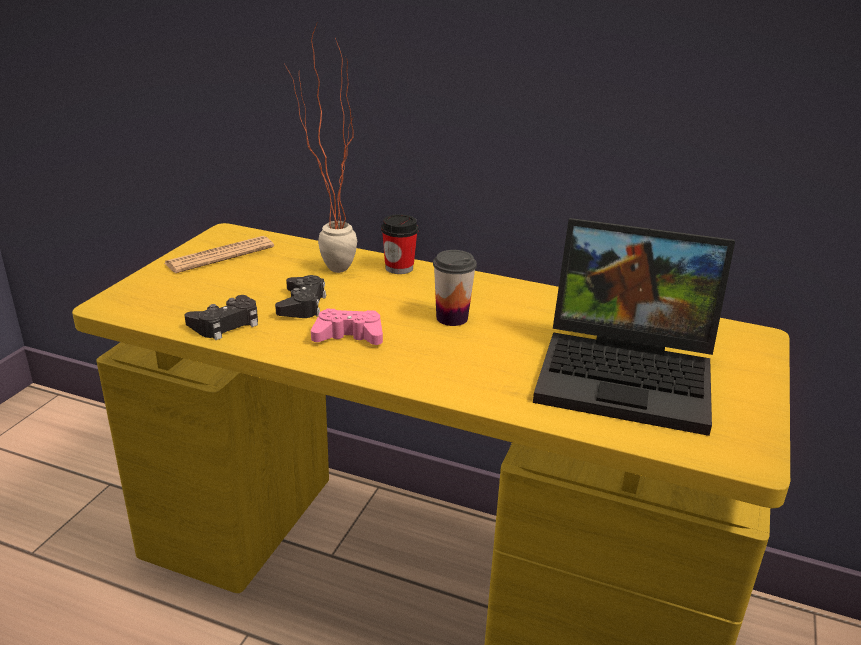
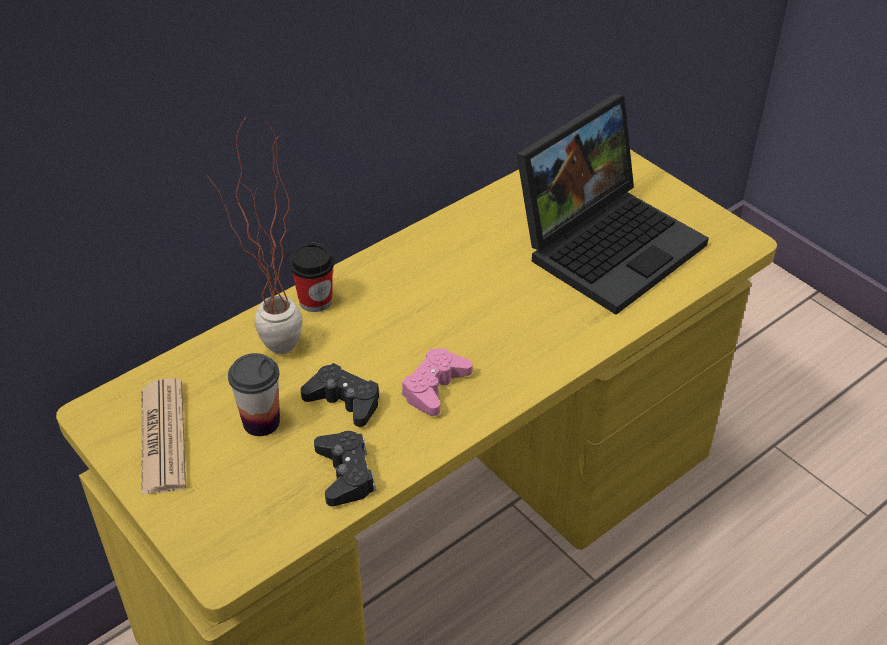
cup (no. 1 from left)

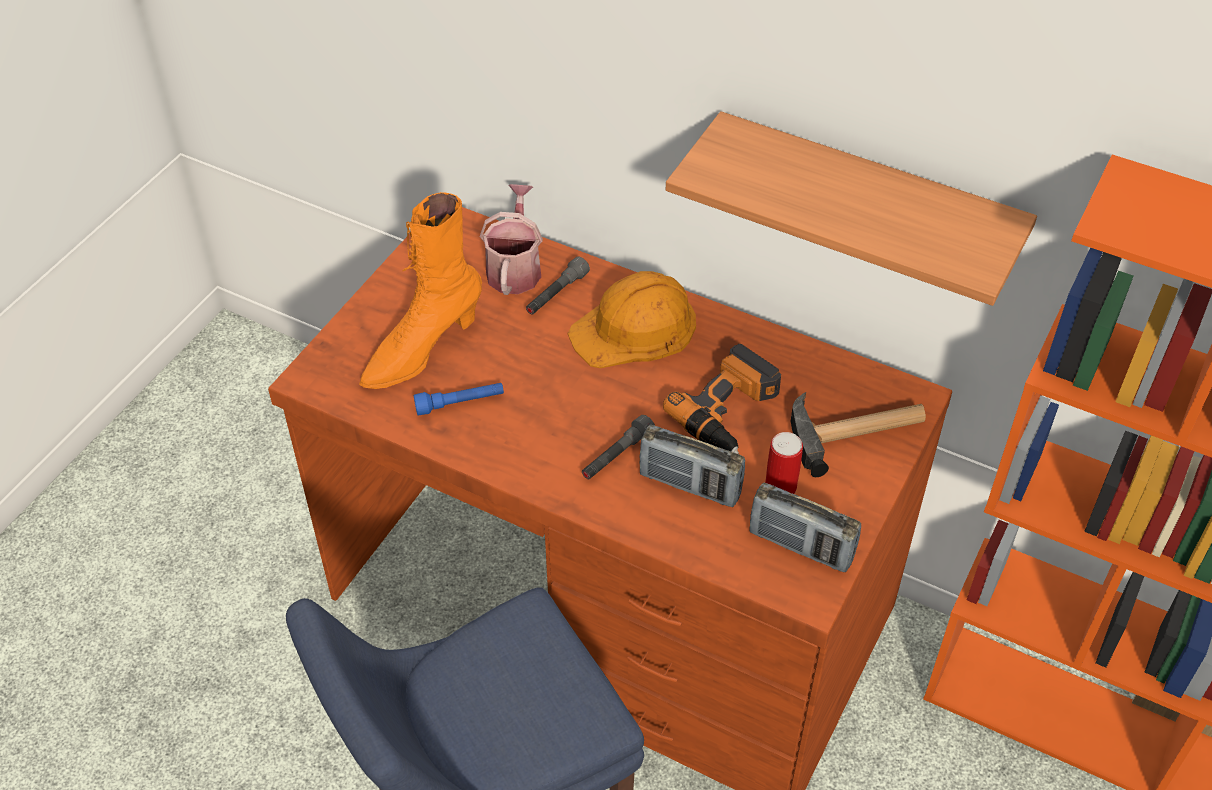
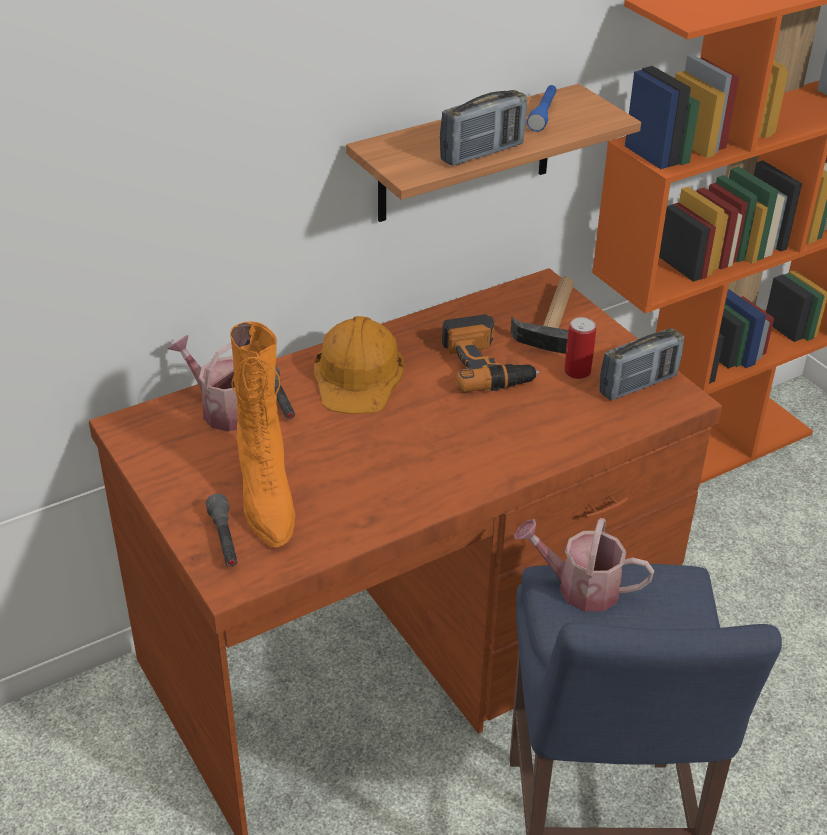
flashlight (blue)
flashlight (grey) (no. 1 from left)
radio (no. 1 from left)
watering can (no. 2 from left)

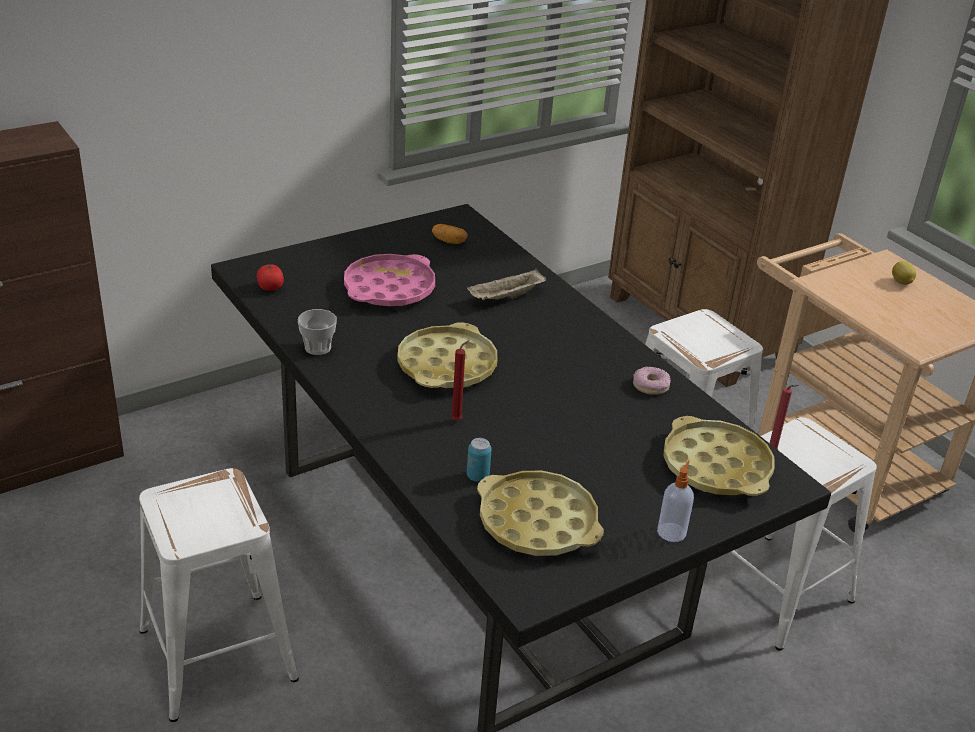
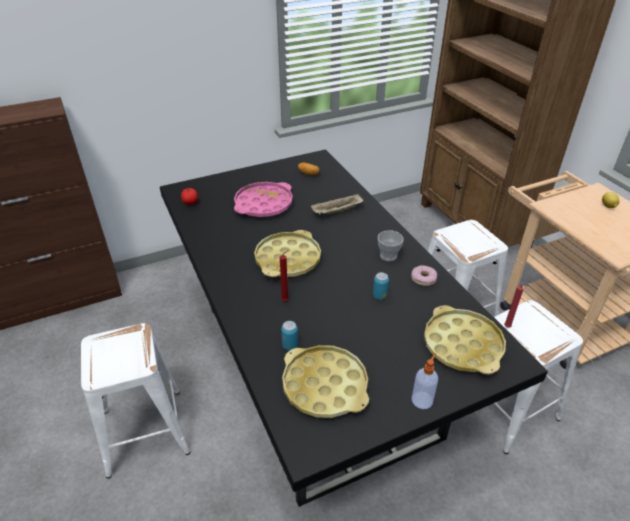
cup
can (no. 2 from left)

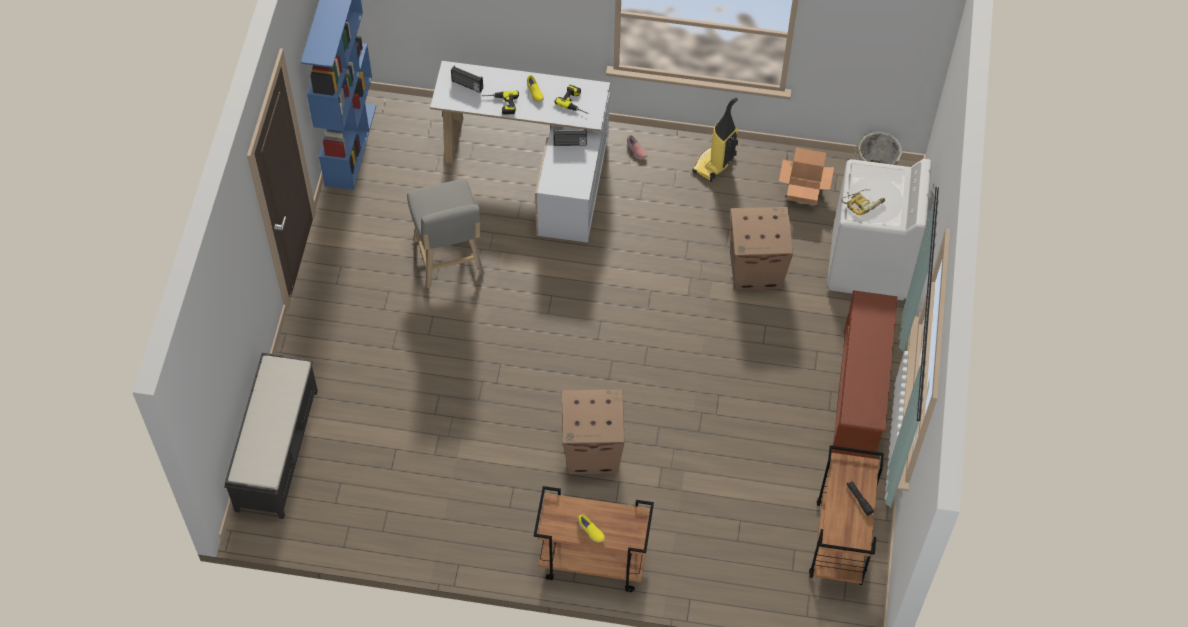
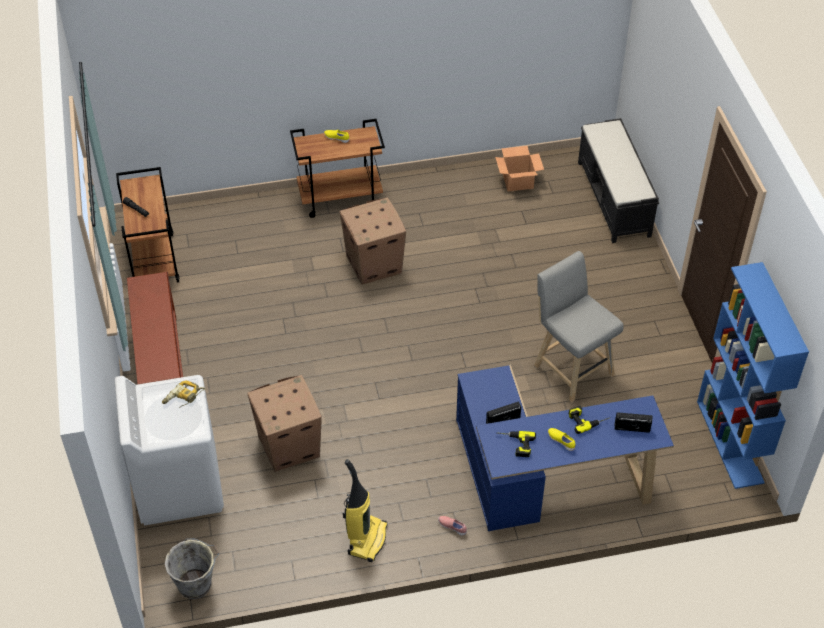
desk (blue)
cardboard box (no. 3 from left)

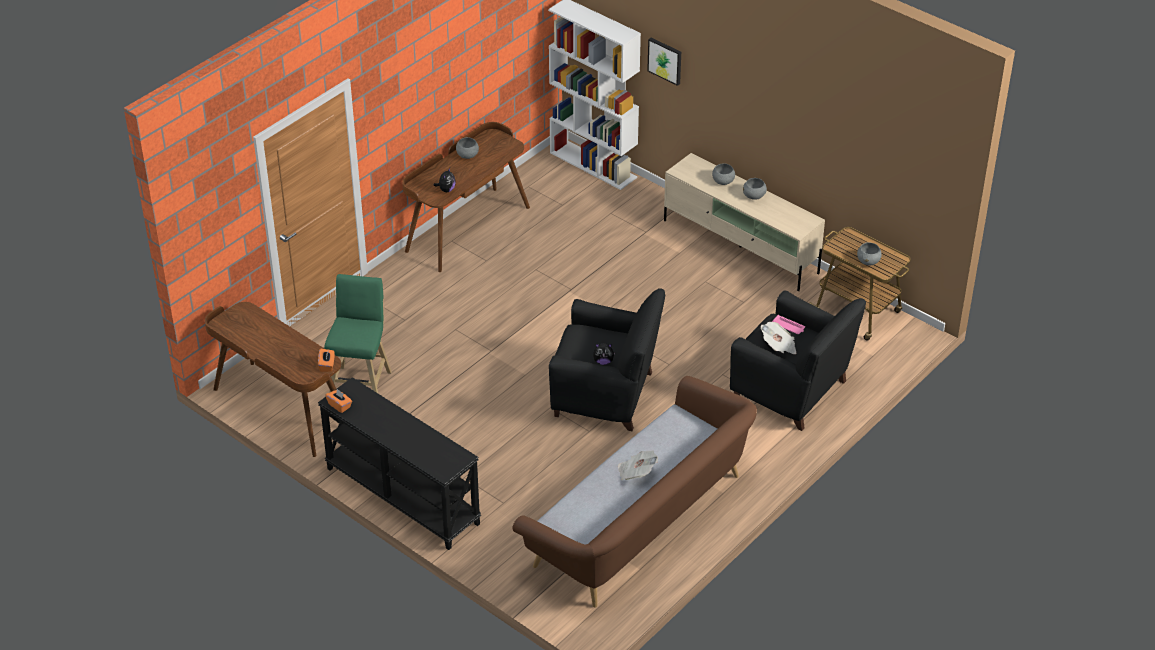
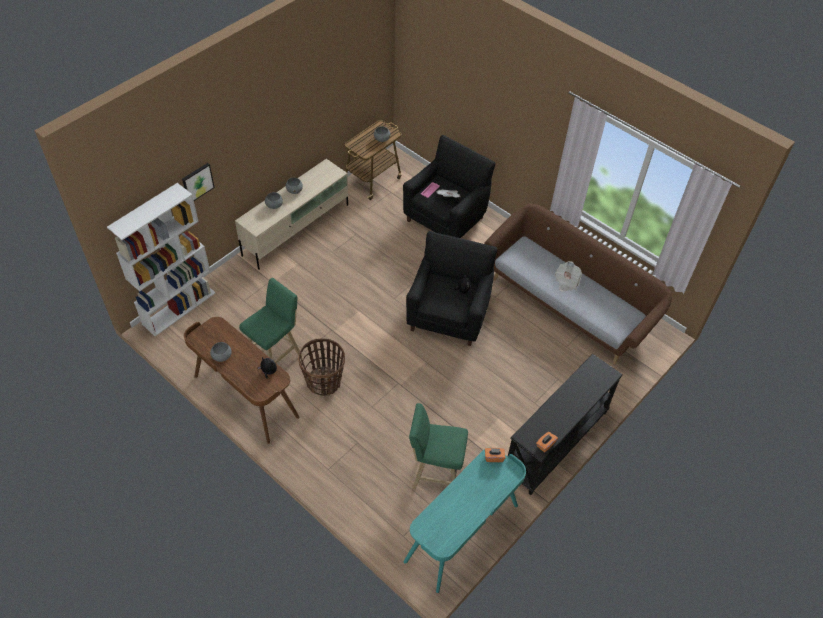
desk (turquoise)
stool (green) (no. 1 from left)
basket

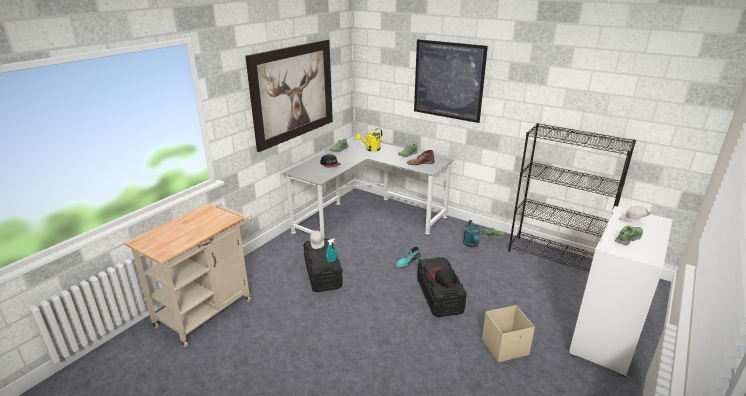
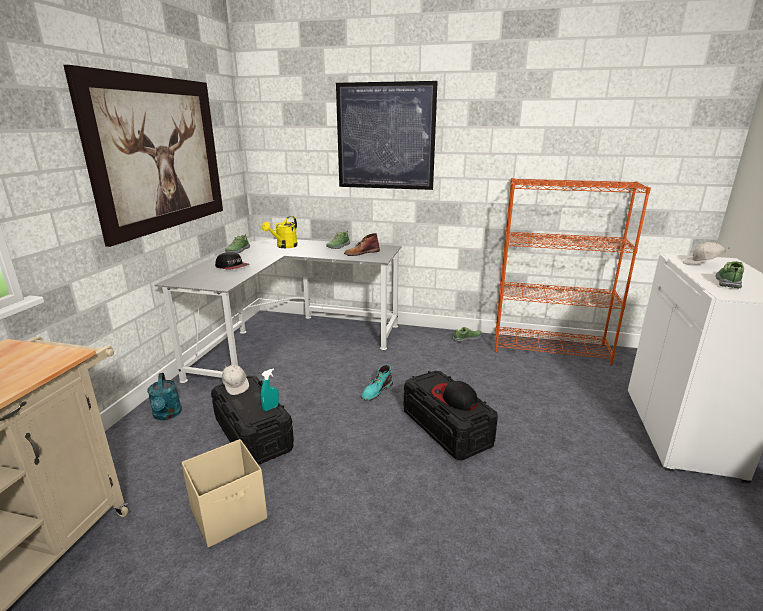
bookcase (orange)
watering can (turquoise)
storage box (beige)

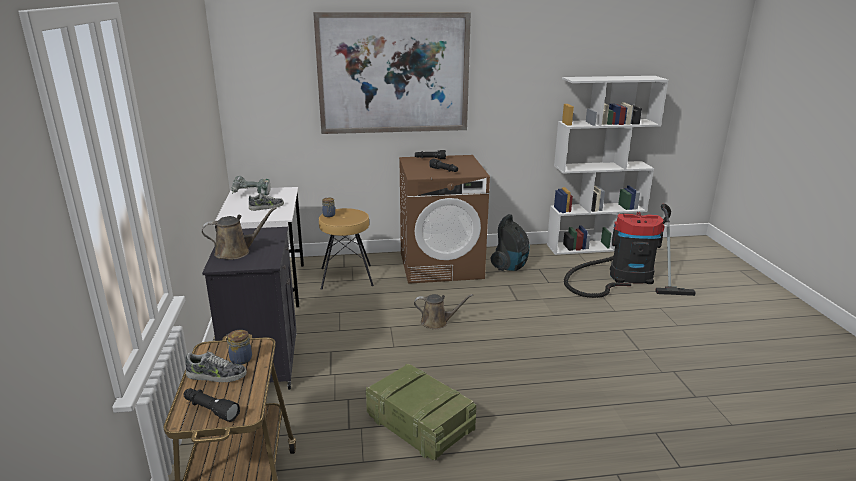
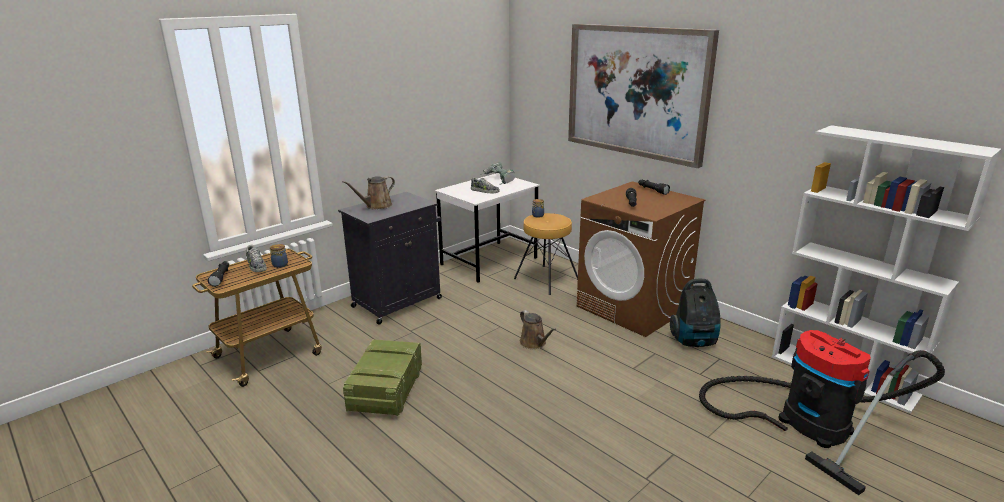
watering can (brown) (no. 1 from left)

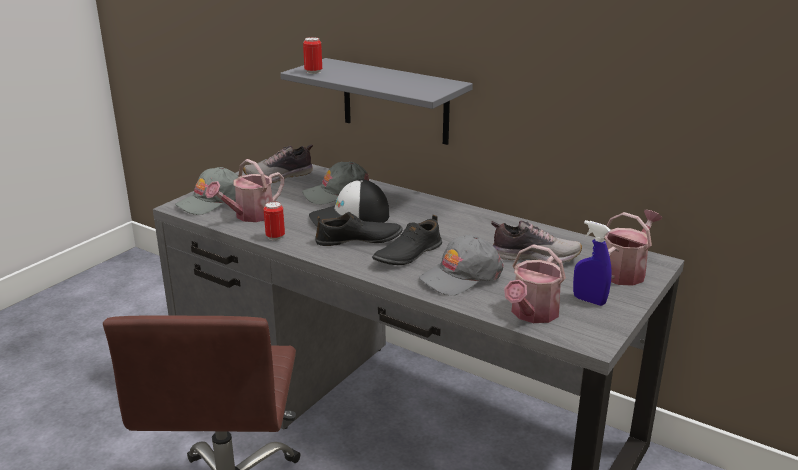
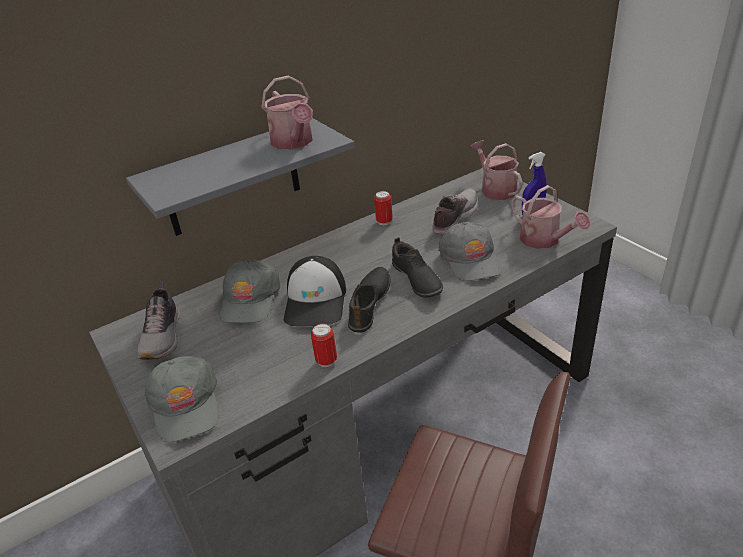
can (no. 2 from left)
watering can (no. 1 from left)

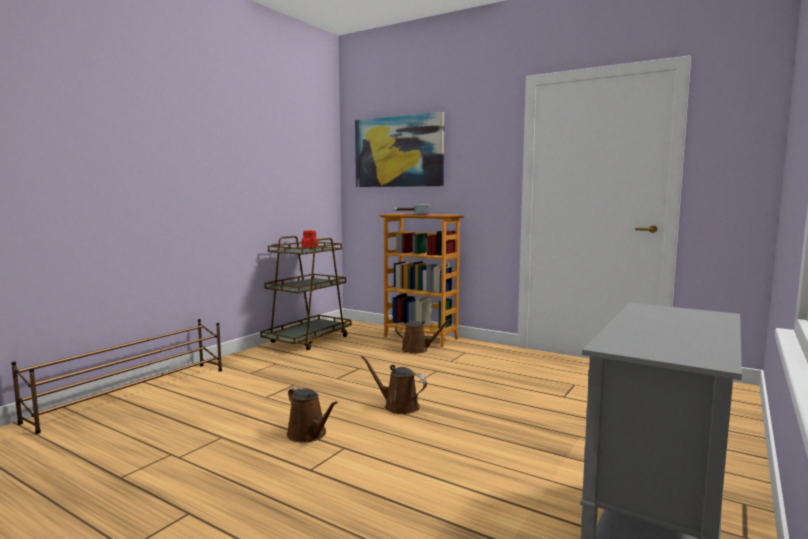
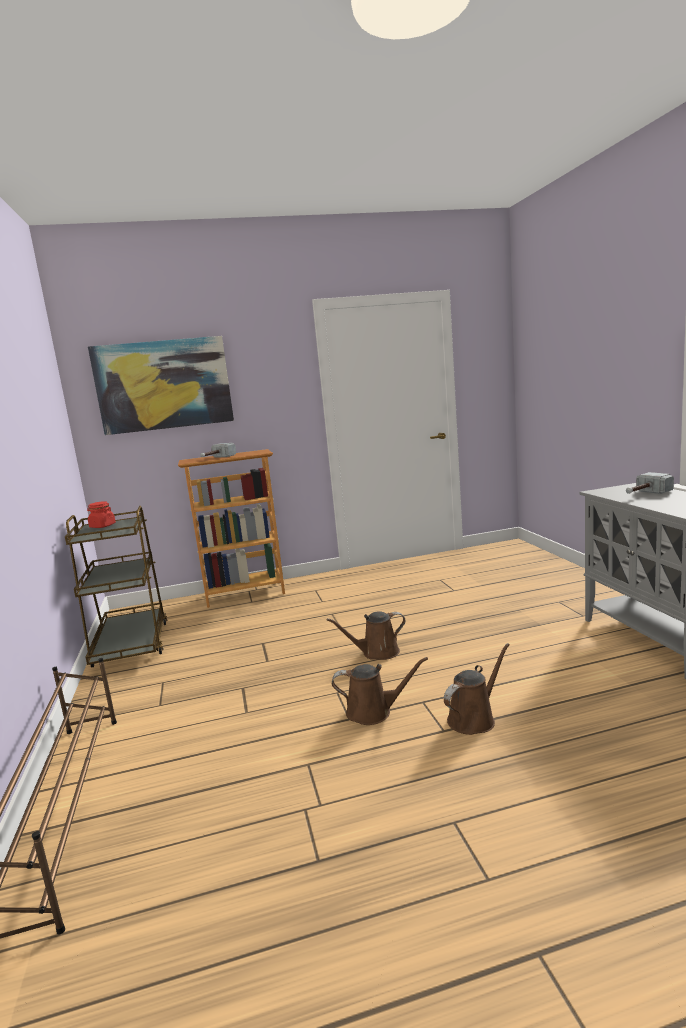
watering can (brown) (no. 3 from left)
hammer (no. 2 from left)

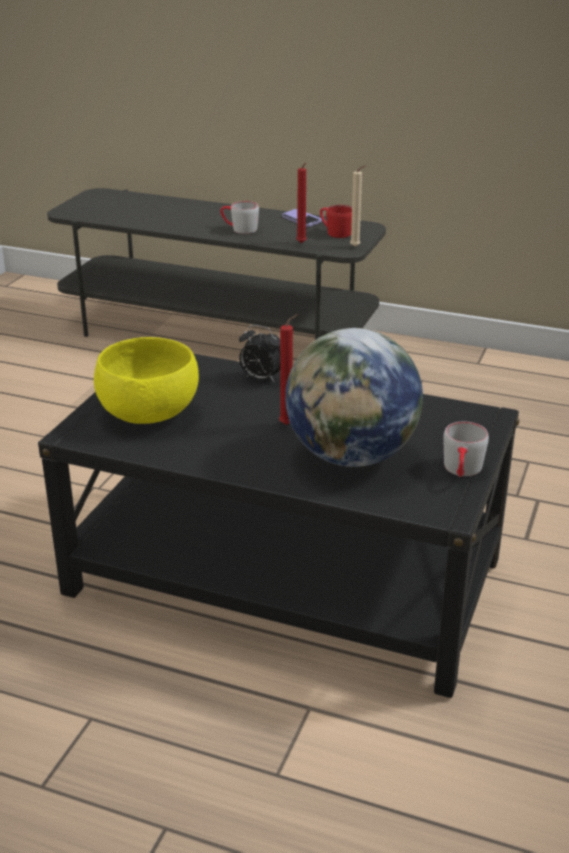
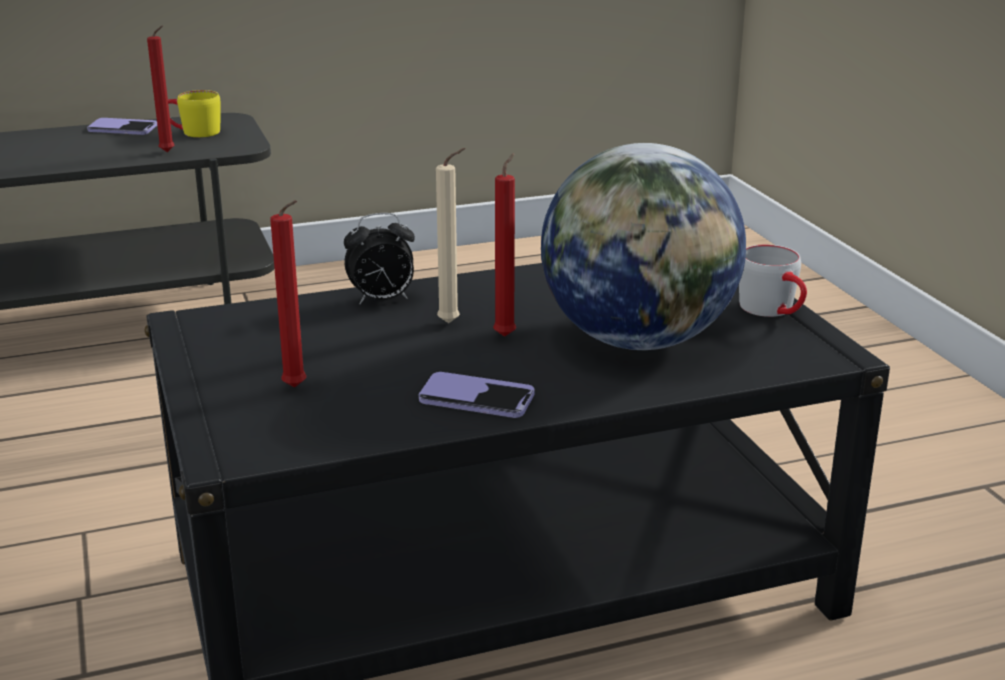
candle (beige)
mug (grey) (no. 1 from left in the first image)
mug (yellow)
candle (red) (no. 2 from left)
phone (no. 2 from left)

